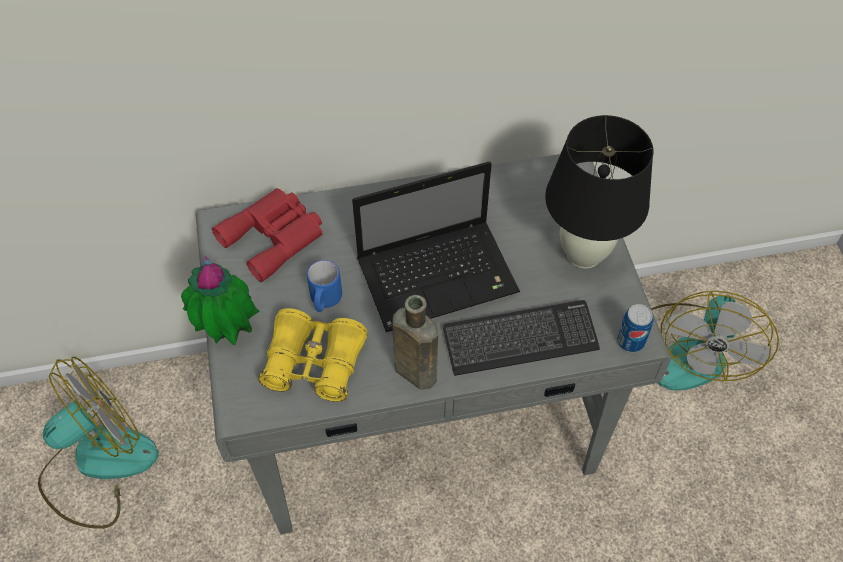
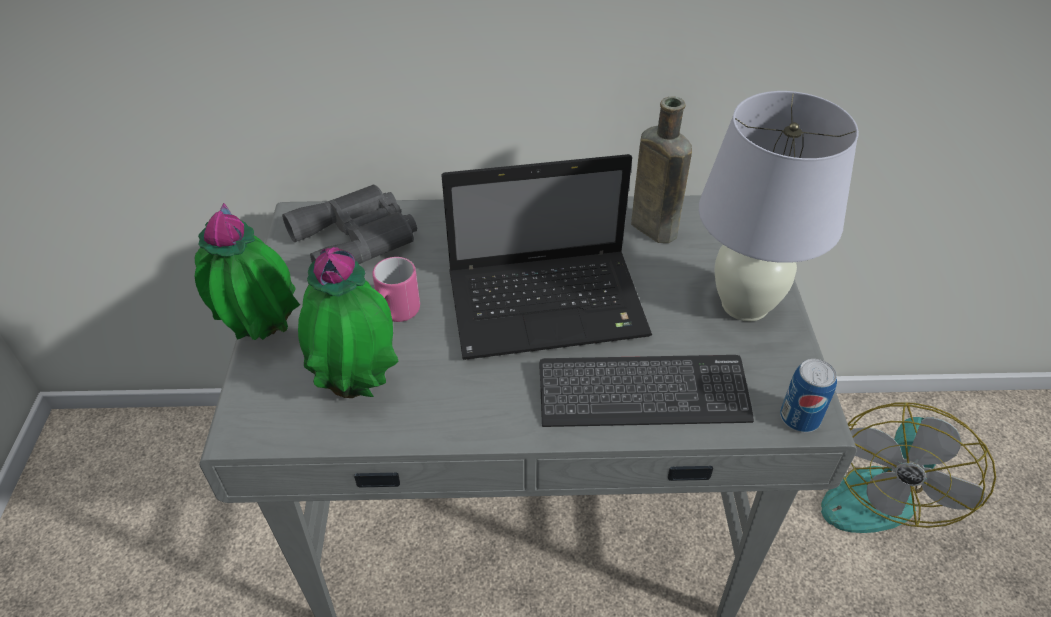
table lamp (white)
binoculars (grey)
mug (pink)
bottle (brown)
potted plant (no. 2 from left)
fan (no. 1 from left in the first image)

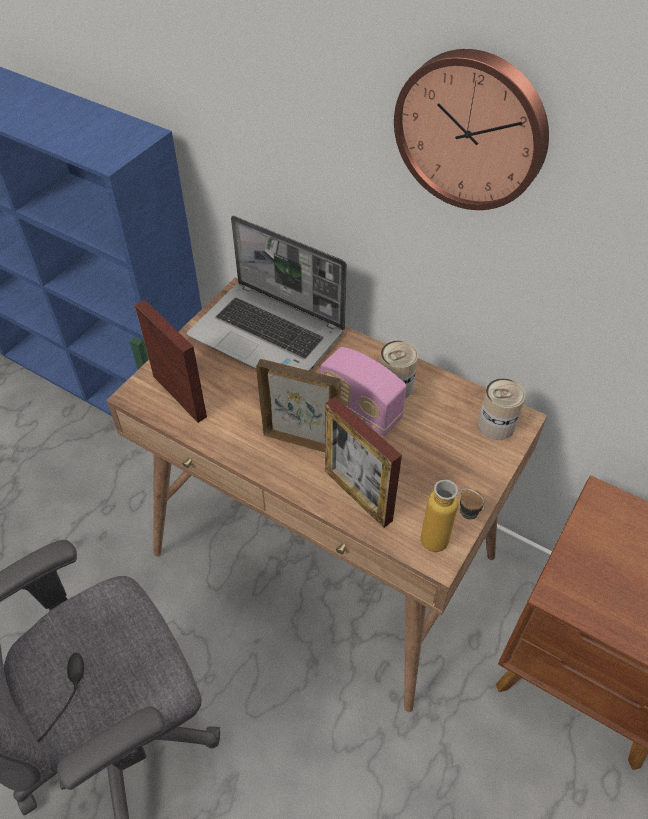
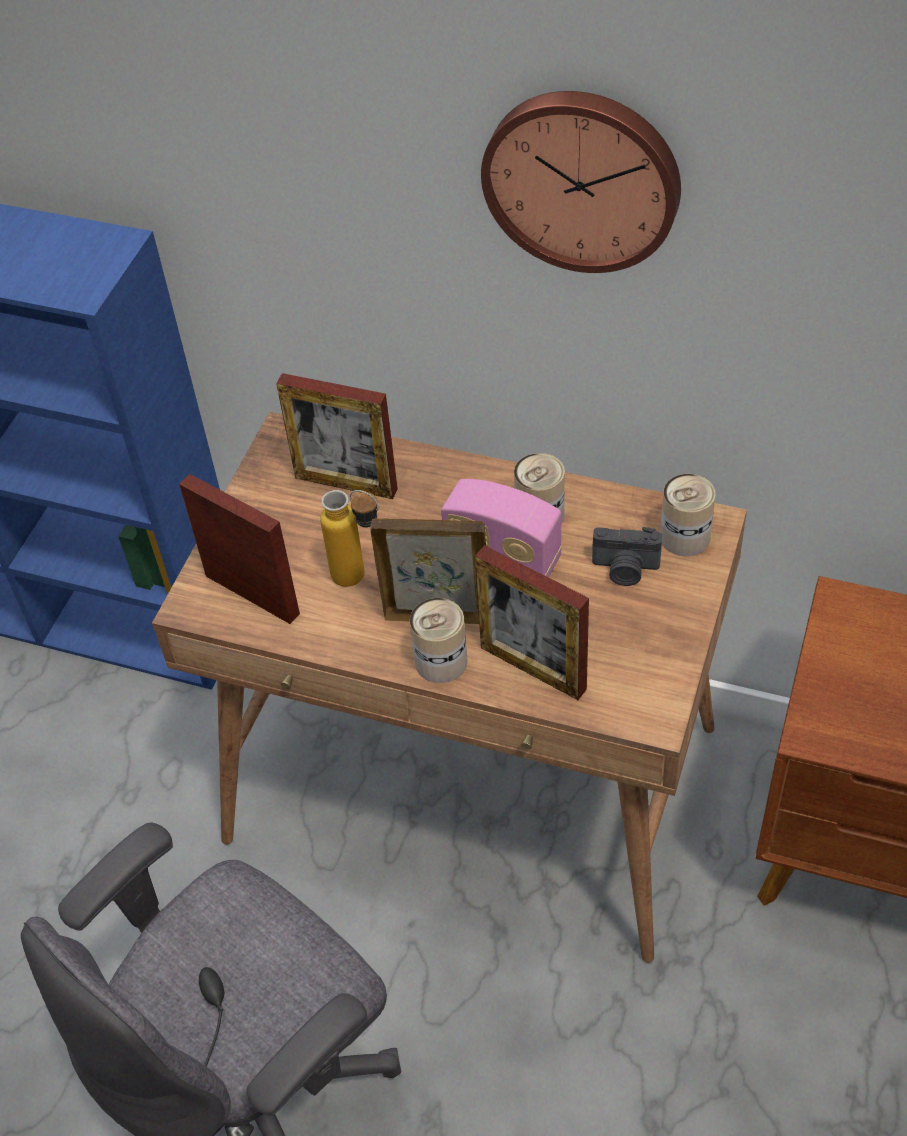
picture frame (no. 2 from left)
bottle
photo camera
can (no. 1 from left)

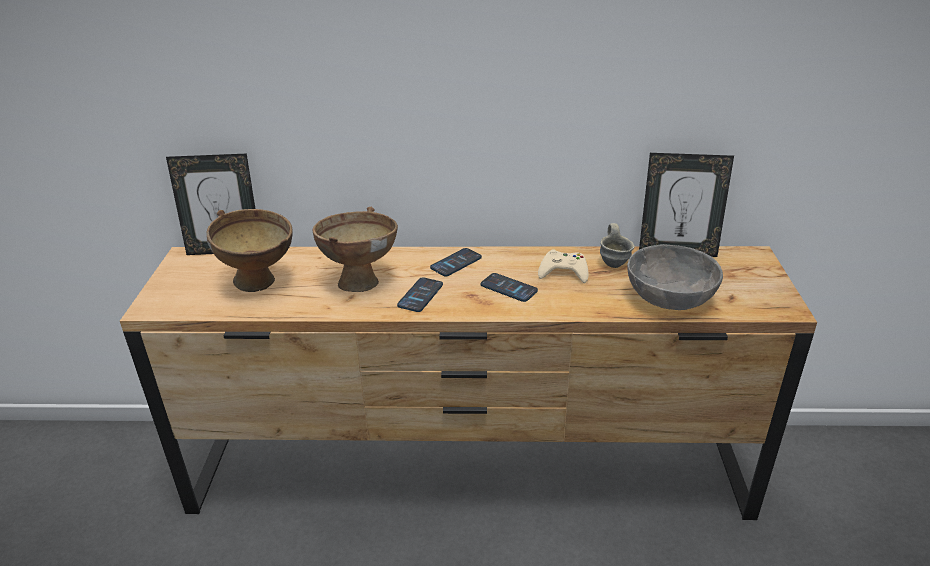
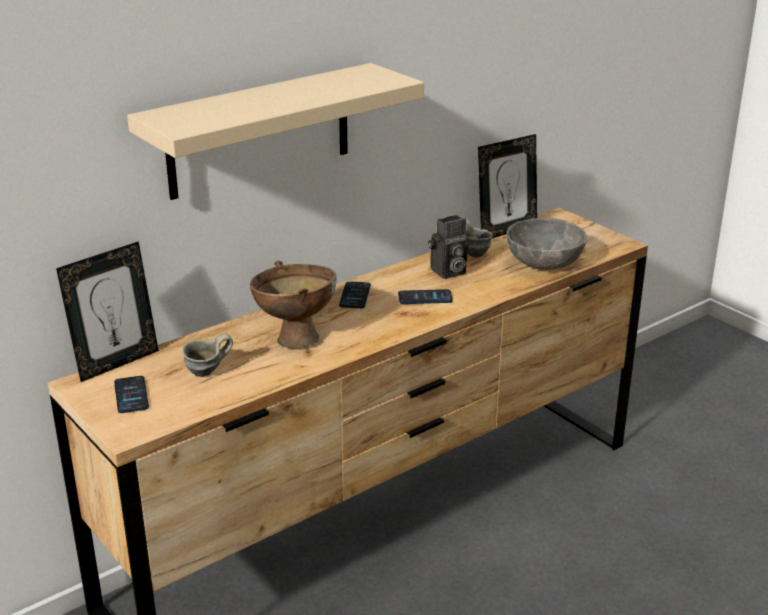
mug (grey) (no. 1 from left)
photo camera
phone (no. 1 from left)
shelf (beige)

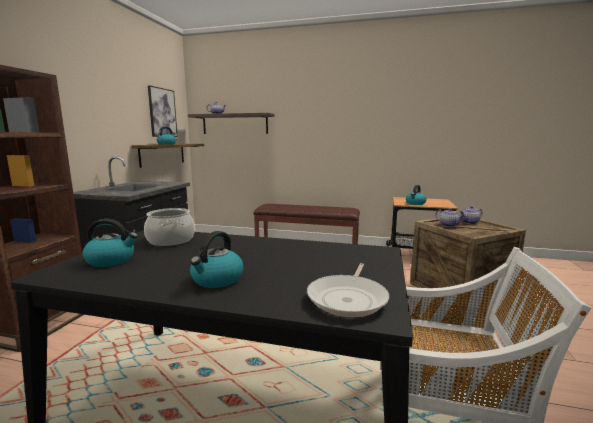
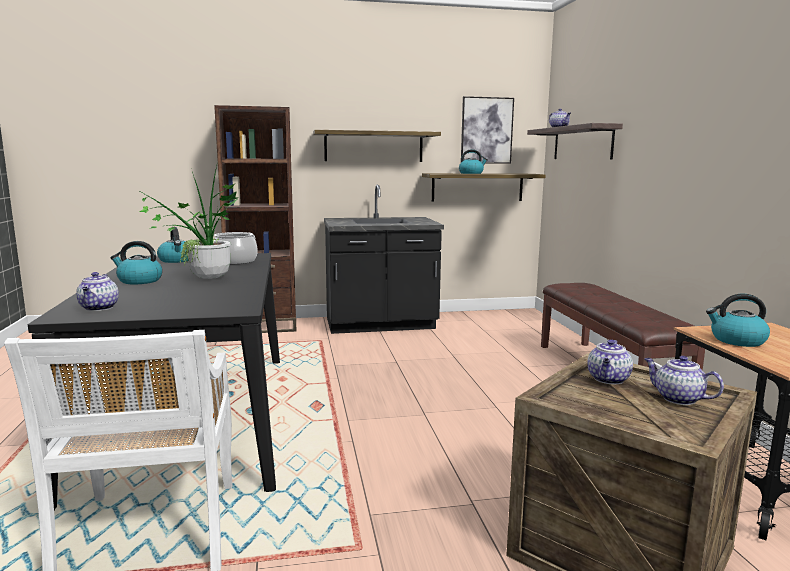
teapot (no. 1 from left)
shelf (no. 1 from left)
potted plant

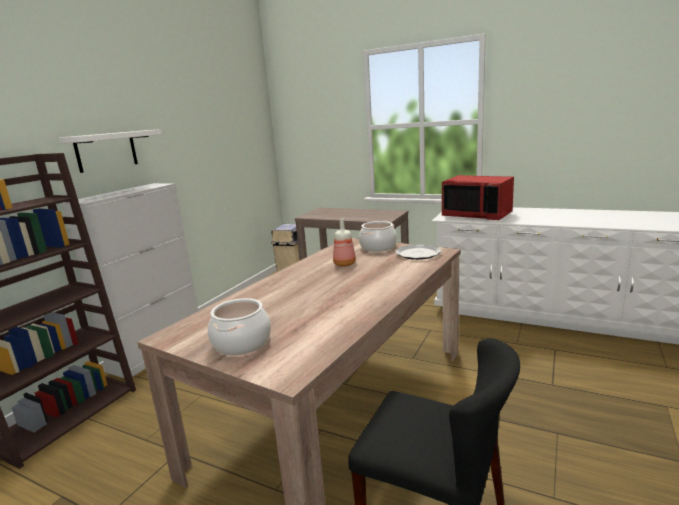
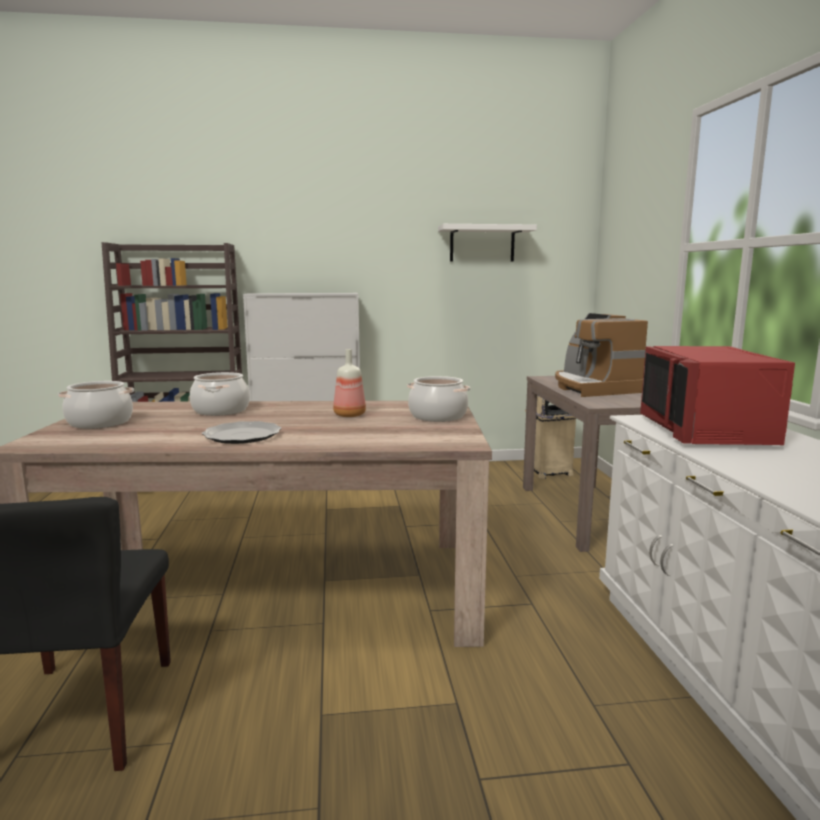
shelf (white)
plate
coffee machine
cooking pot (no. 2 from left)

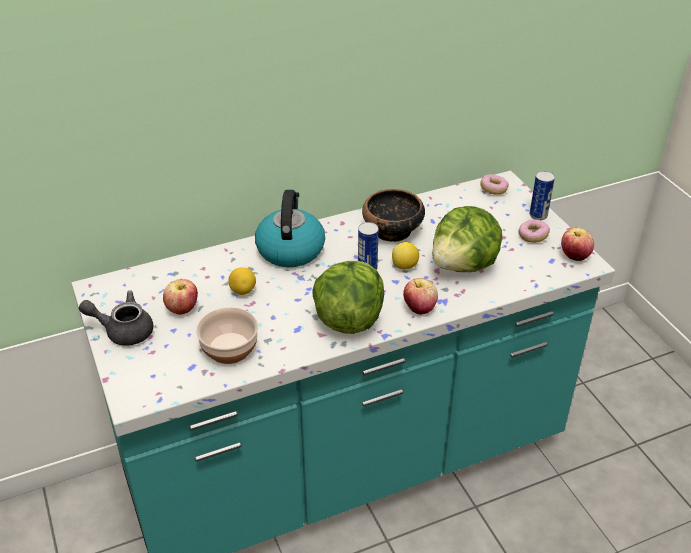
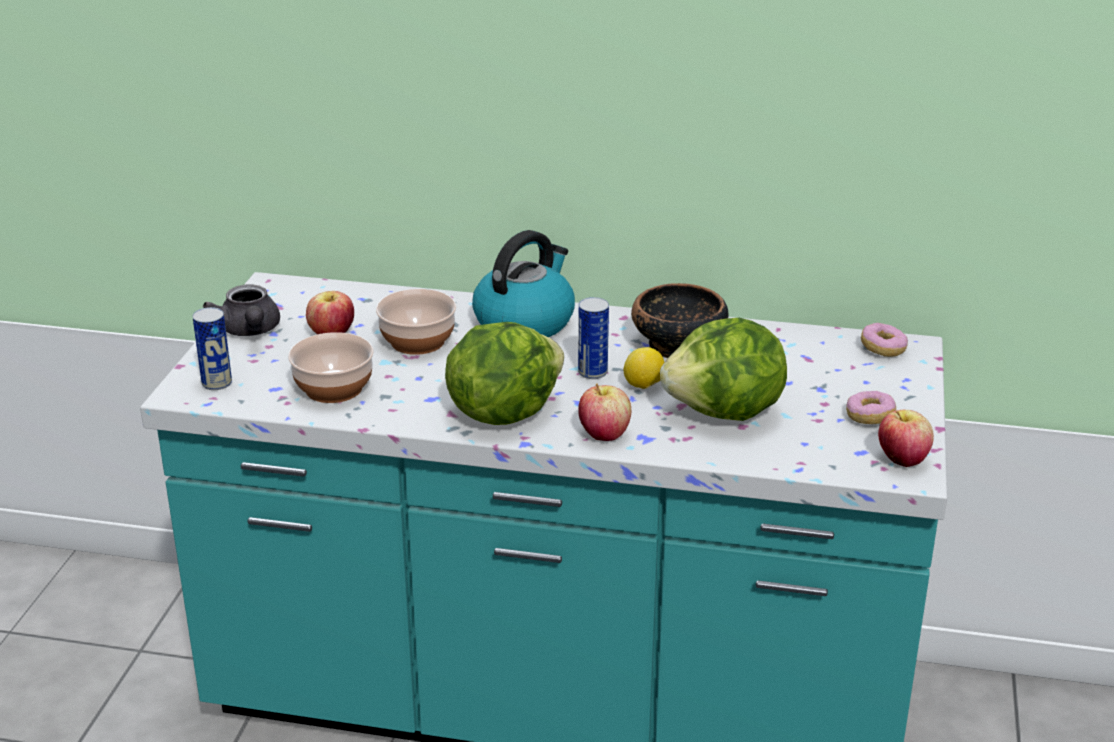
can (no. 1 from left)
bowl (no. 2 from left)
teapot (grey)

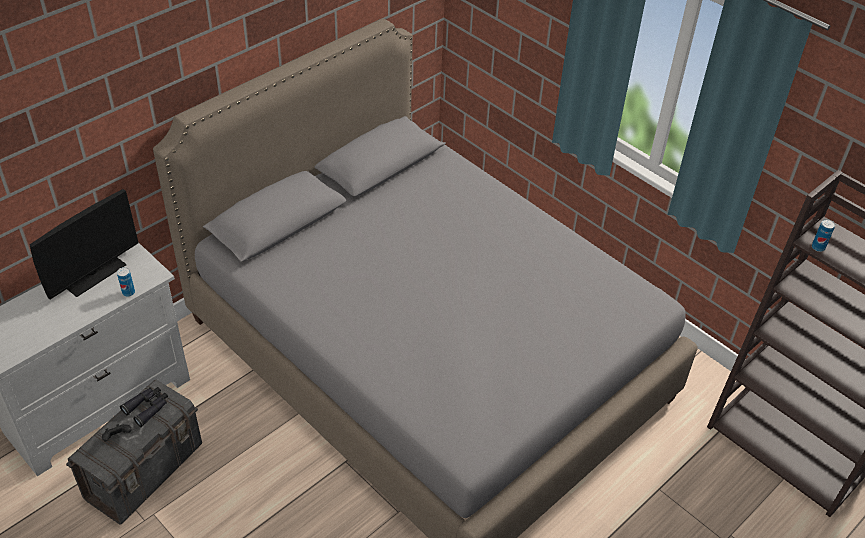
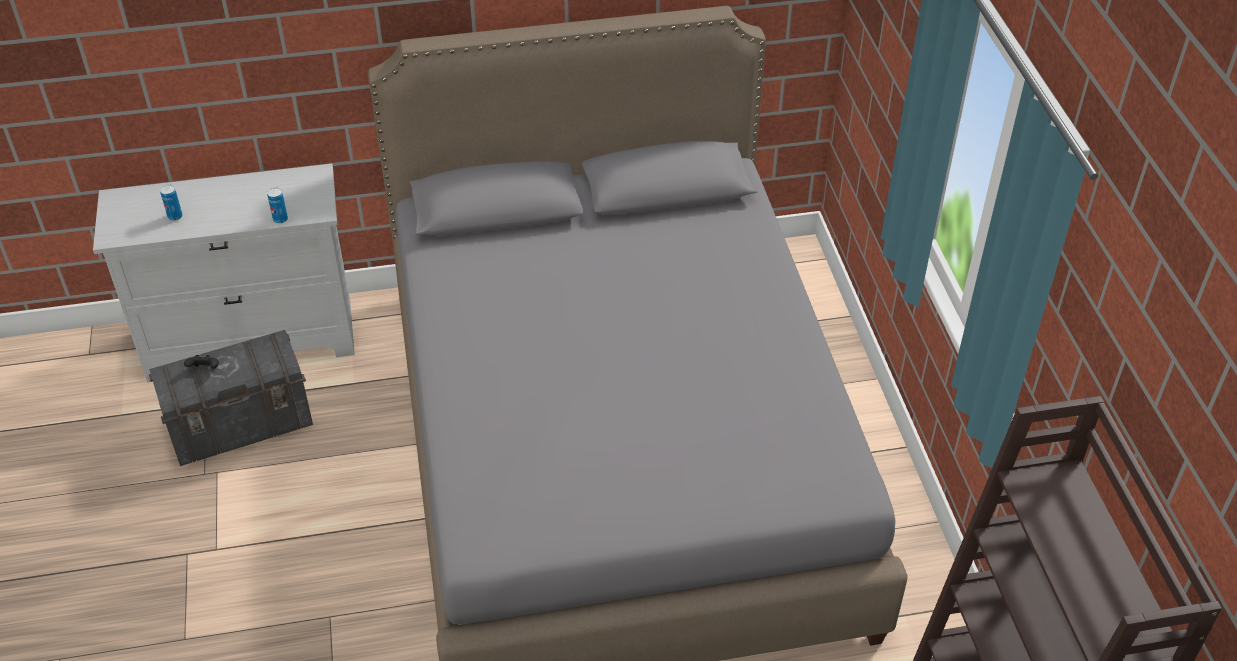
monitor
can (no. 1 from left)
binoculars (black)

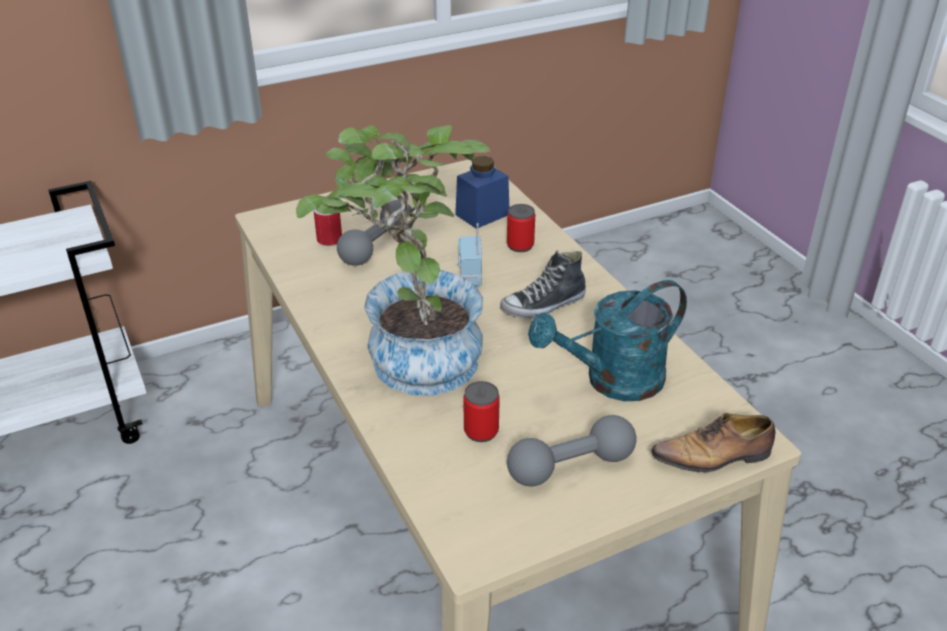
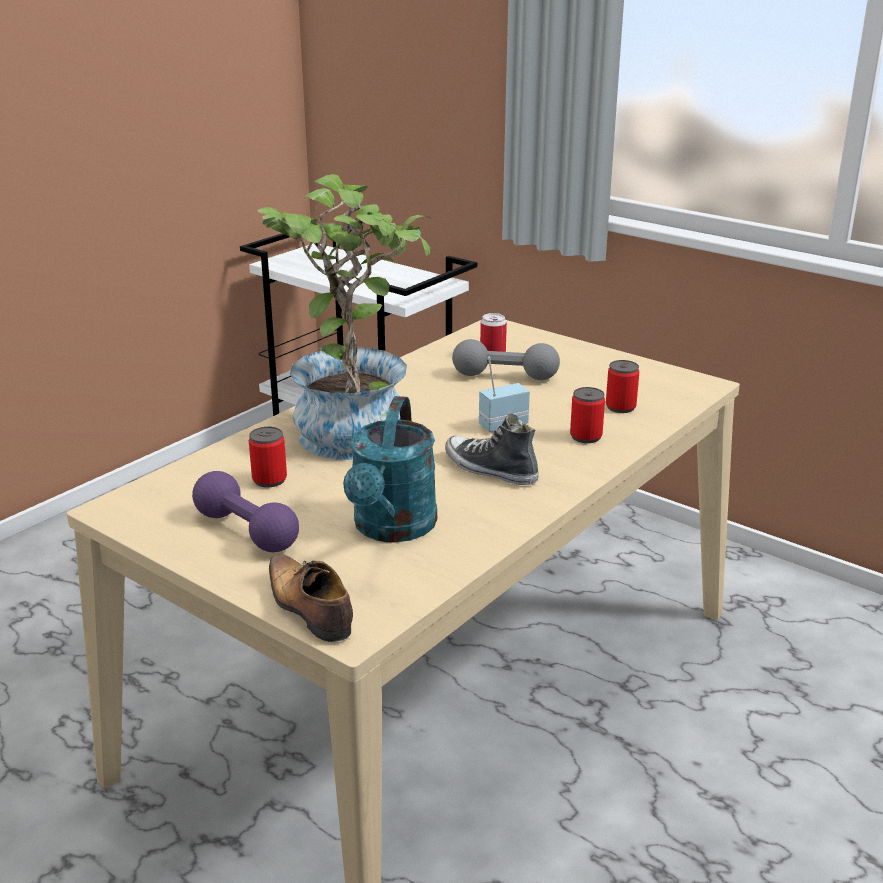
can (no. 4 from left)
watering can (turquoise)
dumbbell (purple)

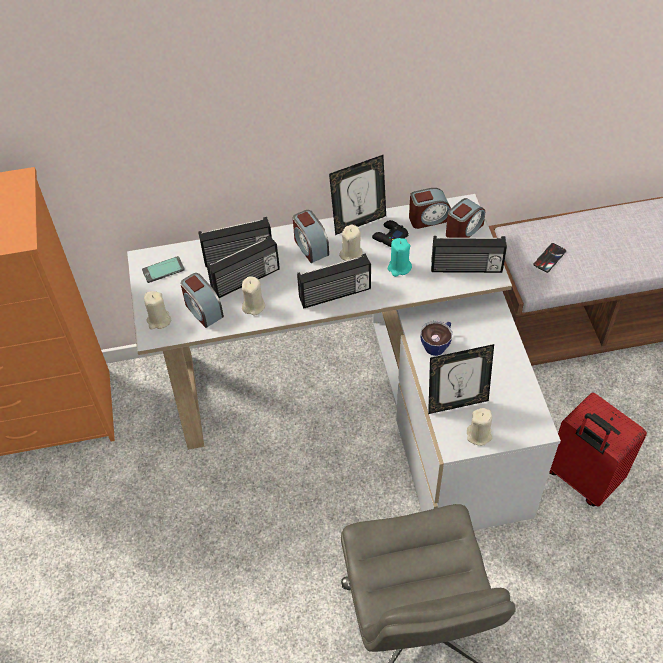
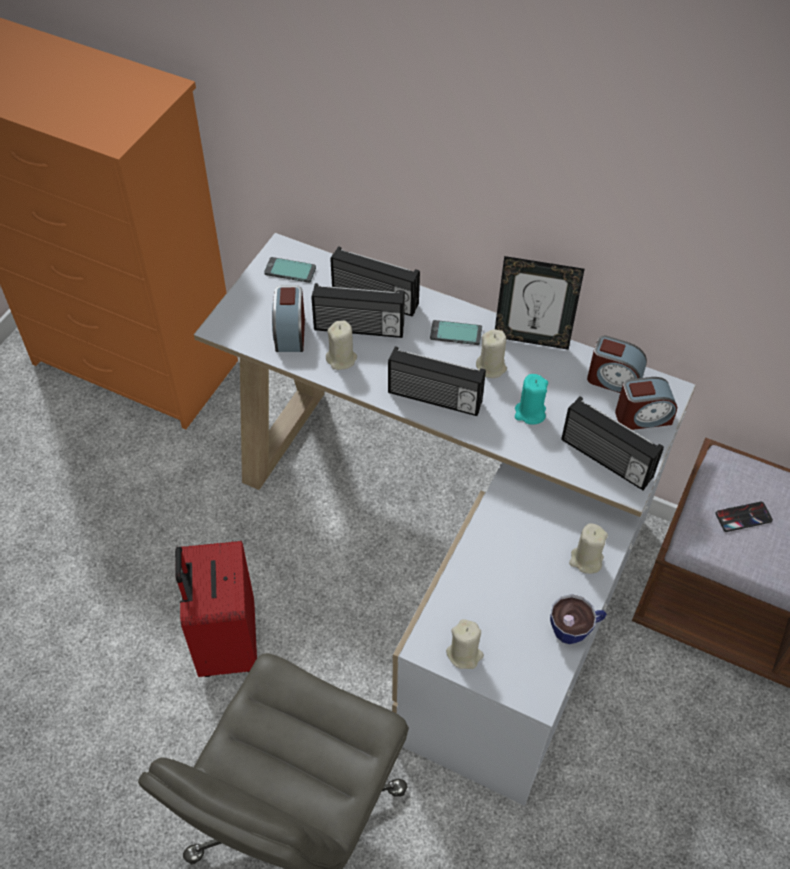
phone (no. 2 from left)
game controller (black)
candle (beige) (no. 4 from left)
cup
picture frame (no. 2 from left in the first image)
suitcase (red)

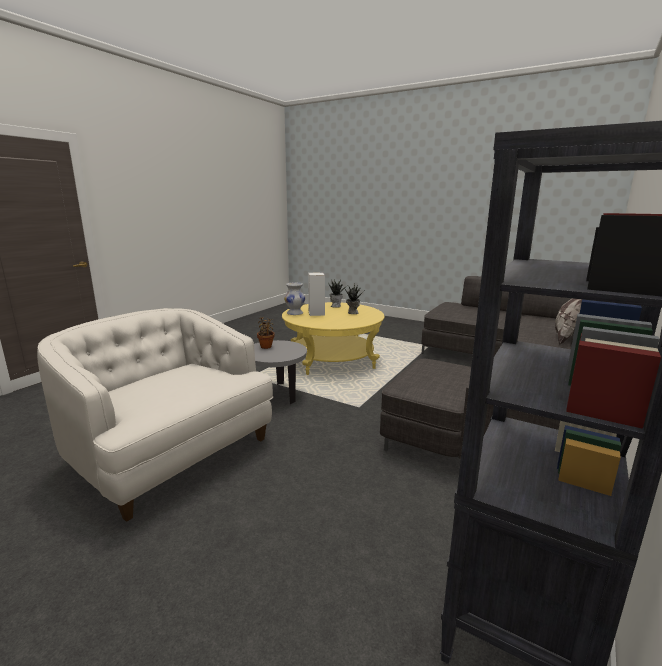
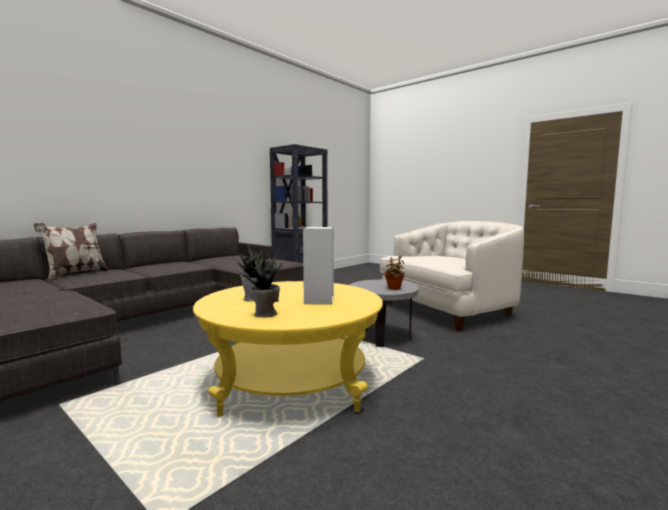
vase (white)
armchair (white)

